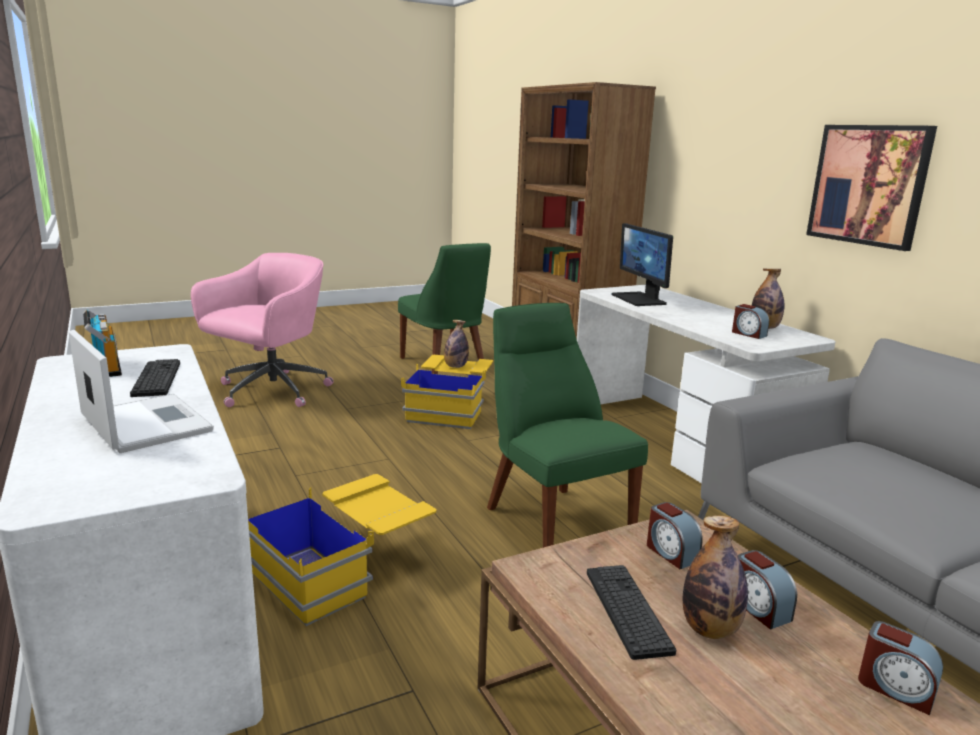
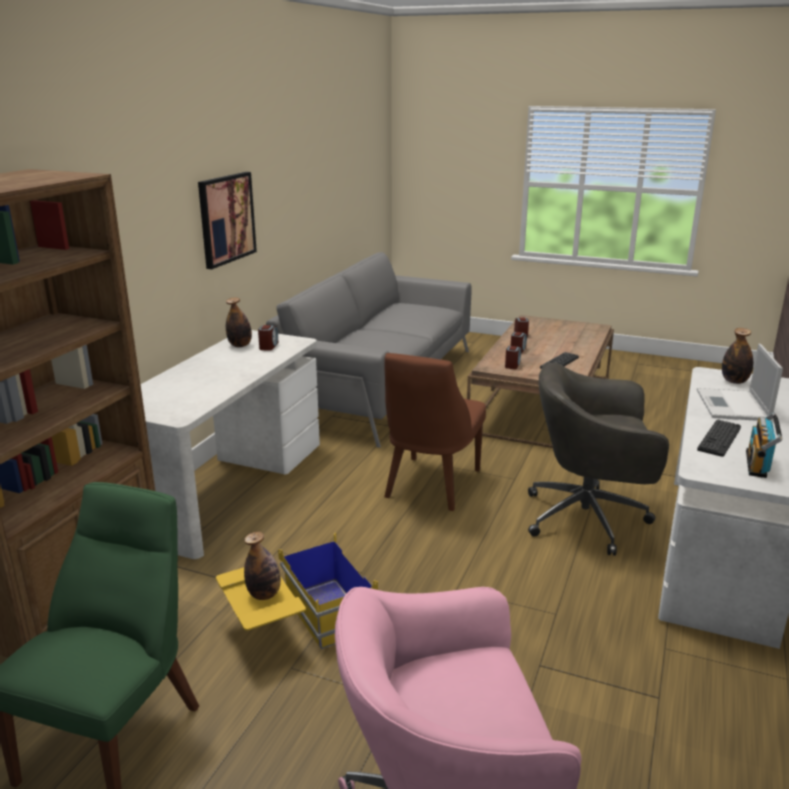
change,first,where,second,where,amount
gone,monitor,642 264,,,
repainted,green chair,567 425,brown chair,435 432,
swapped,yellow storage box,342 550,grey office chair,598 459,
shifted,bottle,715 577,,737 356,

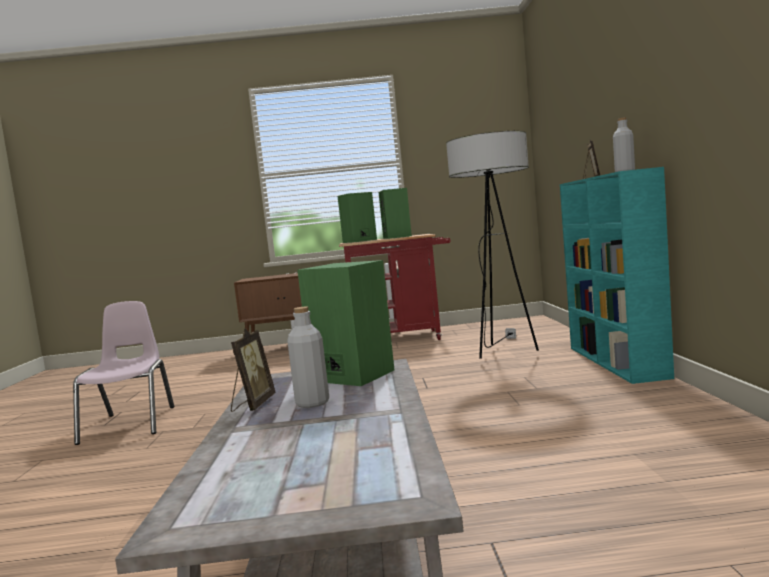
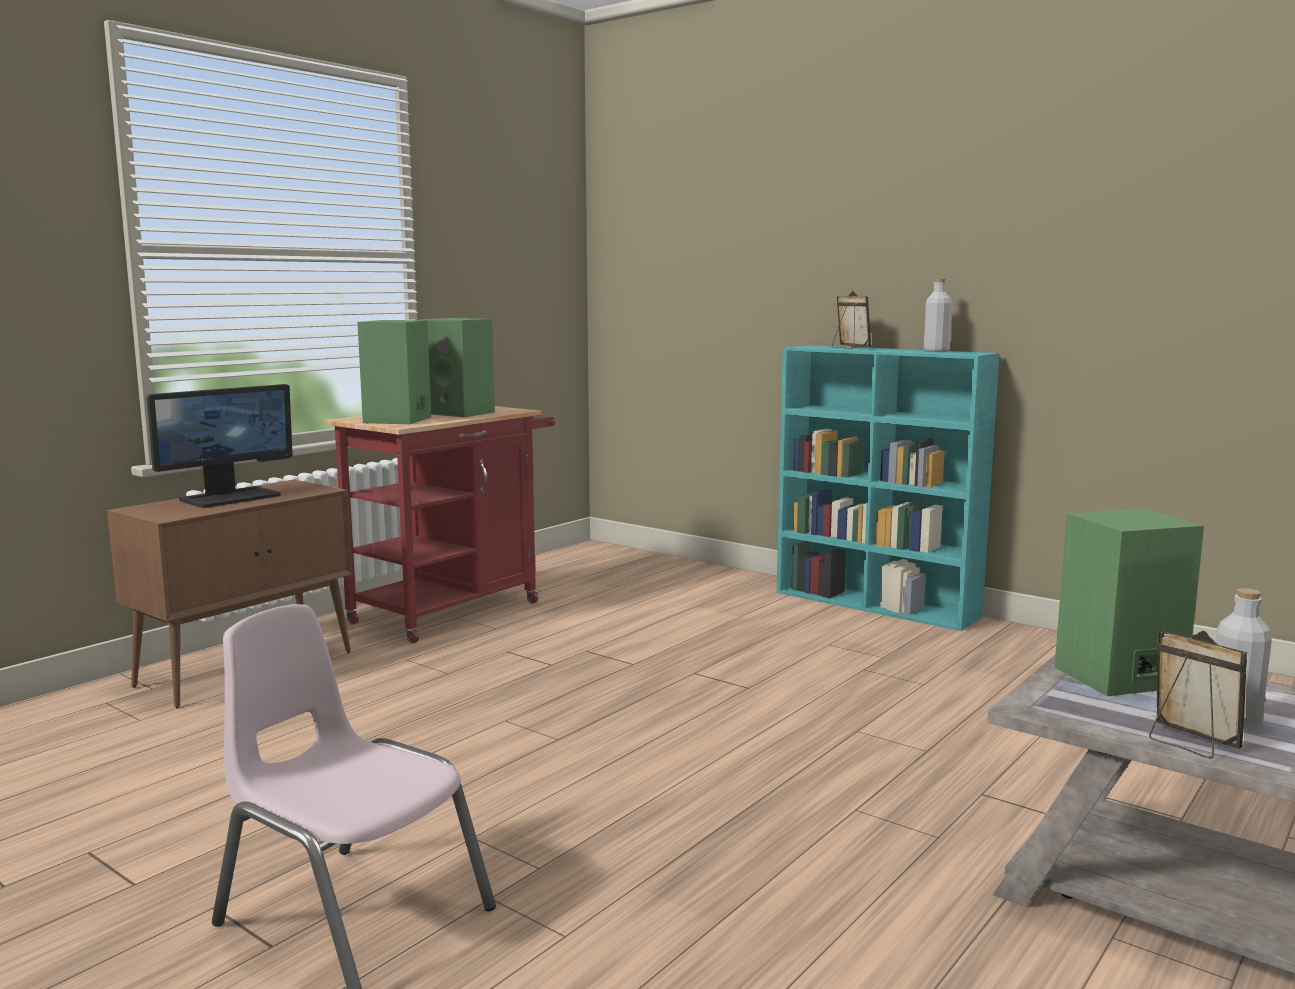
change,first,where,second,where,amount
gone,floor lamp,492 245,,,
new,,,monitor,220 446,

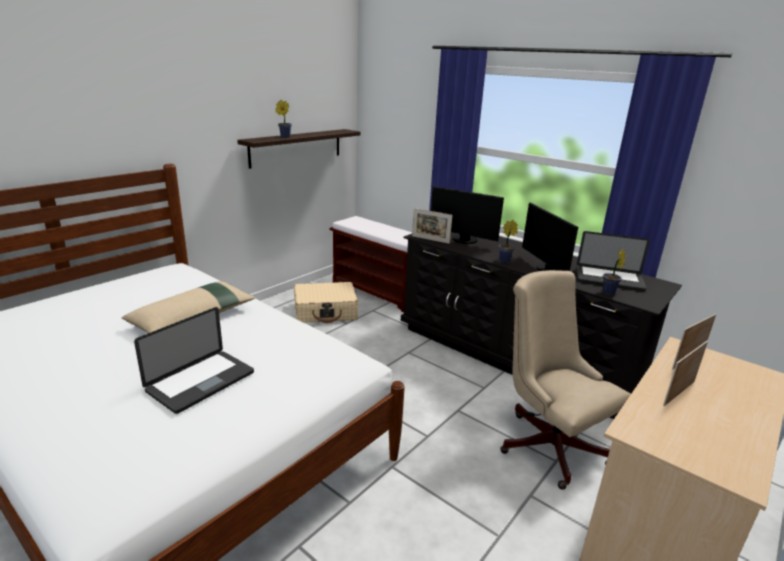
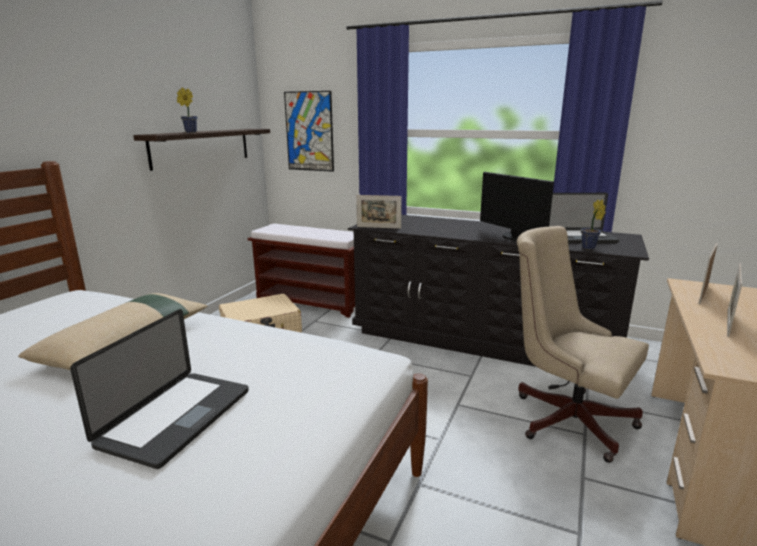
change,first,where,second,where,amount
gone,monitor,467 215,,,
gone,potted plant,508 241,,,
new,,,picture,309 131,

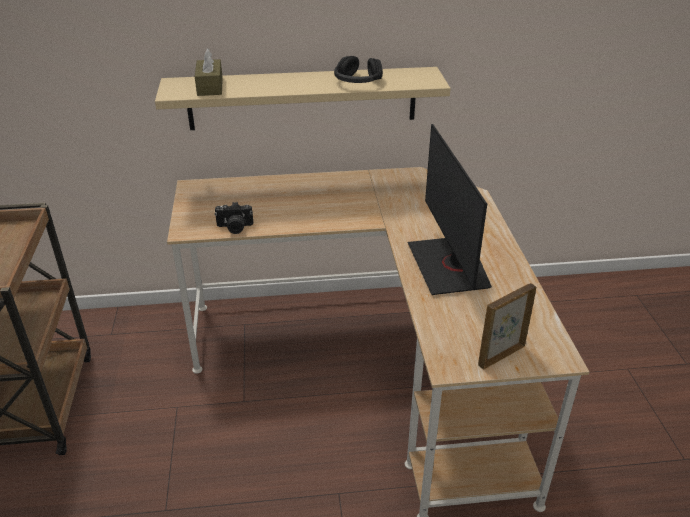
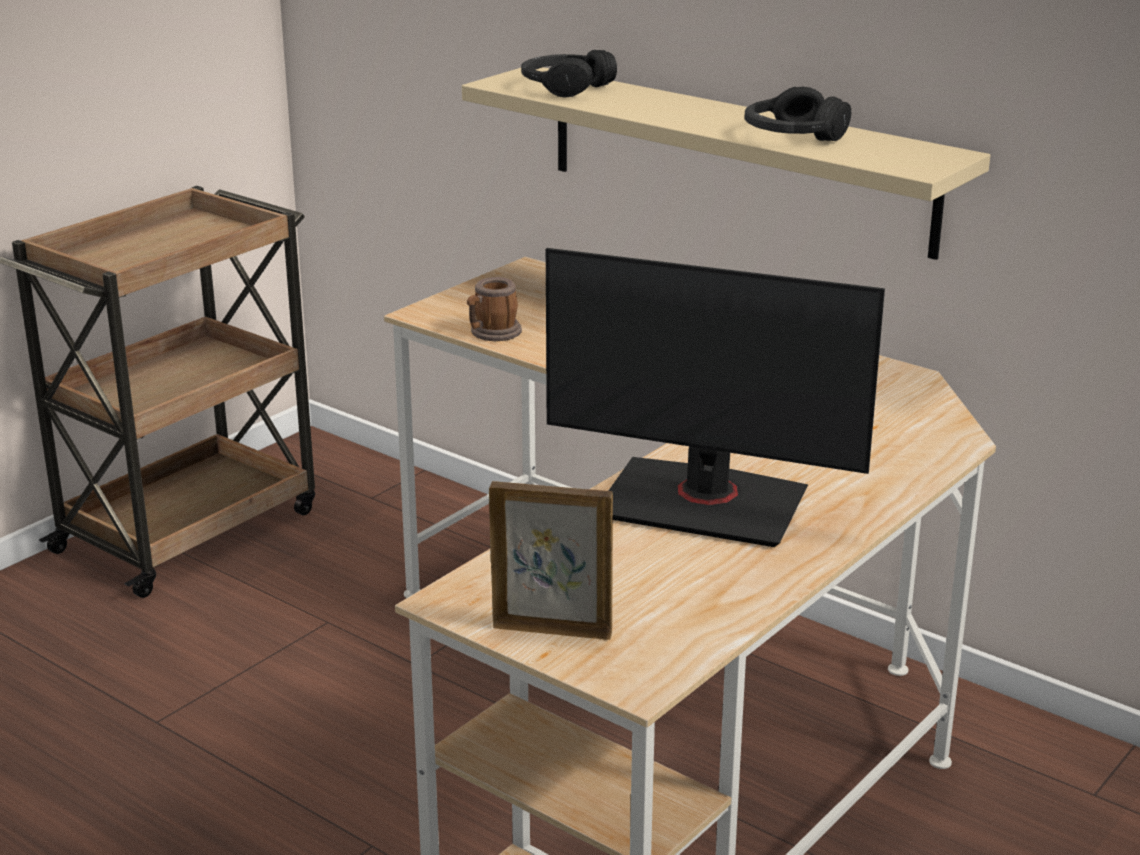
change,first,where,second,where,amount
swapped,brown tissue box,209 72,black headphones,569 73,
rotated,monitor,449 209,,715 397,105 degrees counterclockwise
swapped,photo camera,234 218,mug,494 309,

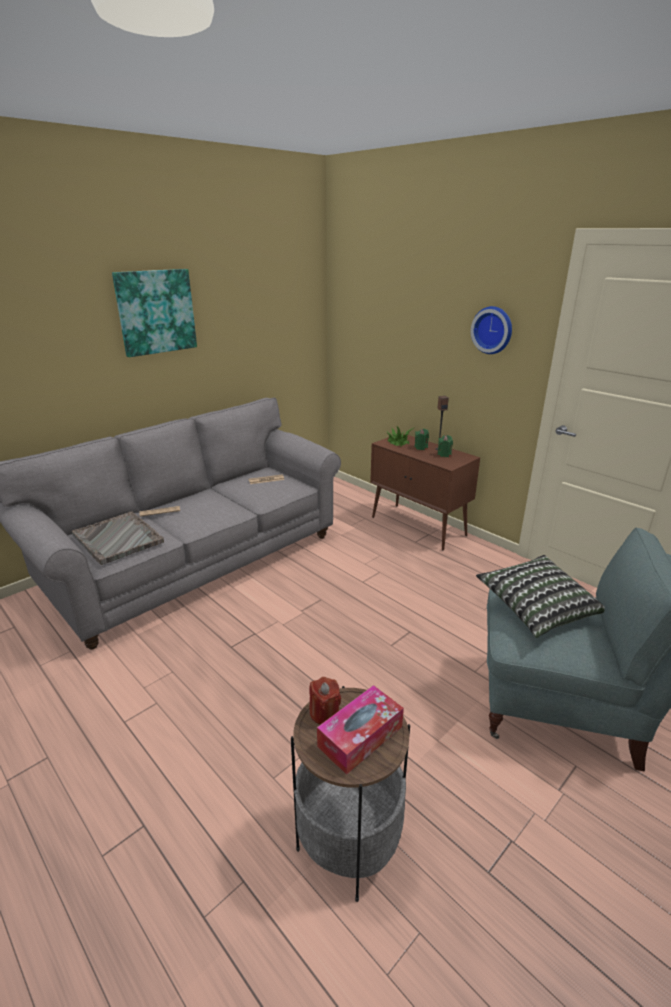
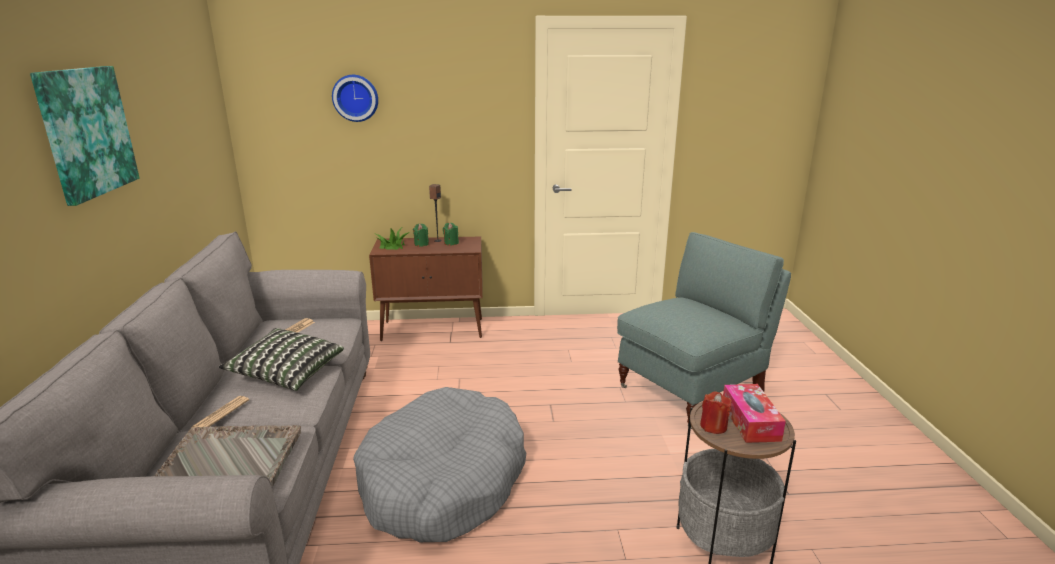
change,first,where,second,where,amount
shifted,wall clock,491 330,,355 98,
shifted,pillow,540 596,,281 359,
new,,,grey dog bed,439 464,

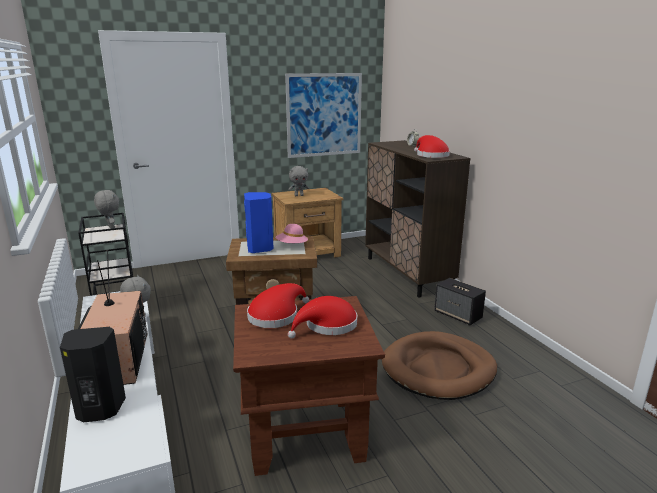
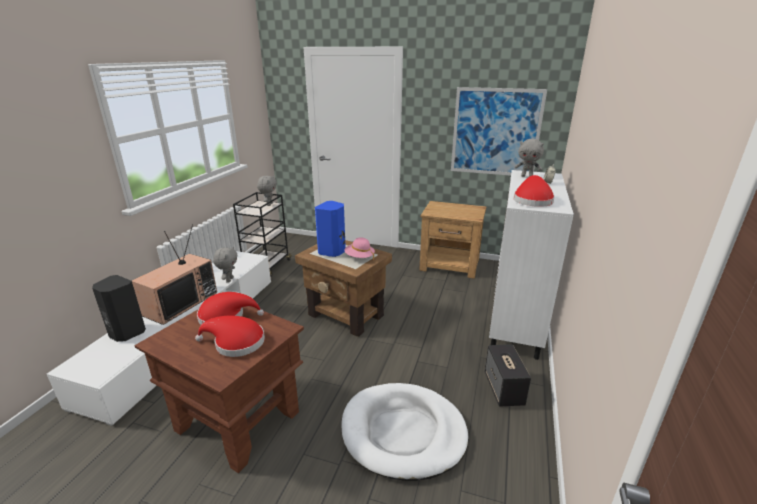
change,first,where,second,where,amount
repainted,brown cabinet,417 218,white cabinet,531 265,
shifted,grey plush toy,298 181,,529 158,
repainted,brown dog bed,439 365,white dog bed,405 432,

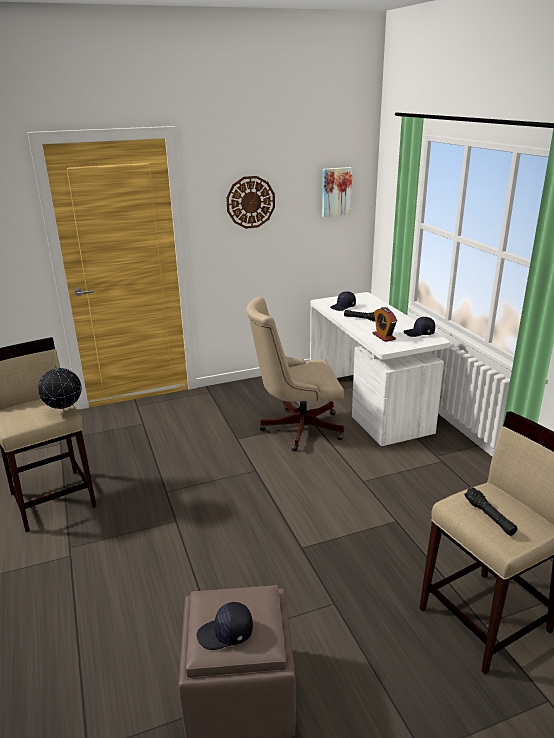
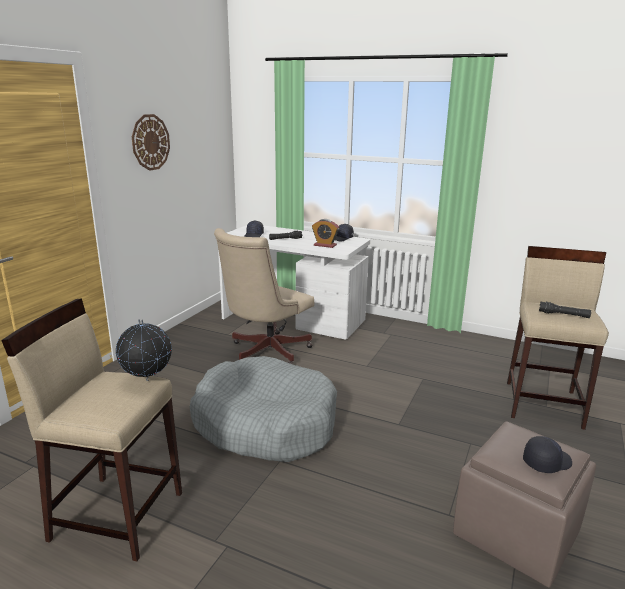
change,first,where,second,where,amount
gone,picture,337 192,,,
rotated,black cap,225 626,,547 454,150 degrees counterclockwise
new,,,grey dog bed,263 409,

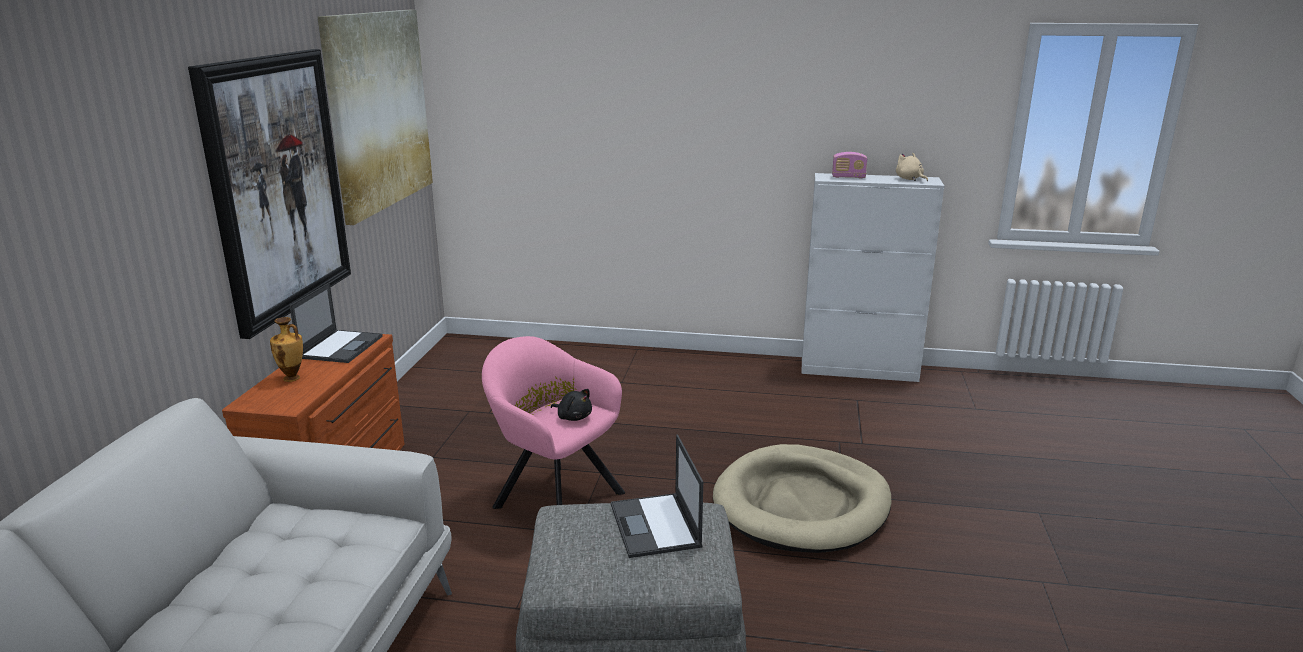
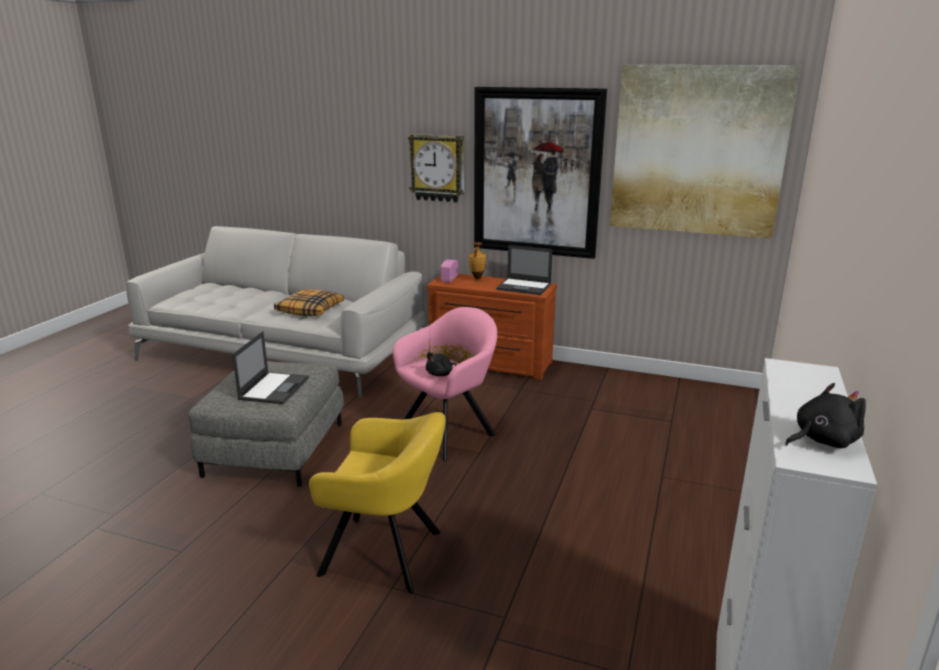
change,first,where,second,where,amount
shifted,radio,849 165,,449 271,
repainted,beige plush toy,912 167,black plush toy,825 415,
rotated,laptop,657 496,,270 367,105 degrees clockwise
swapped,beige dog bed,802 498,yellow armchair,377 503,
new,,,wall clock,436 168,
new,,,pillow,309 302,

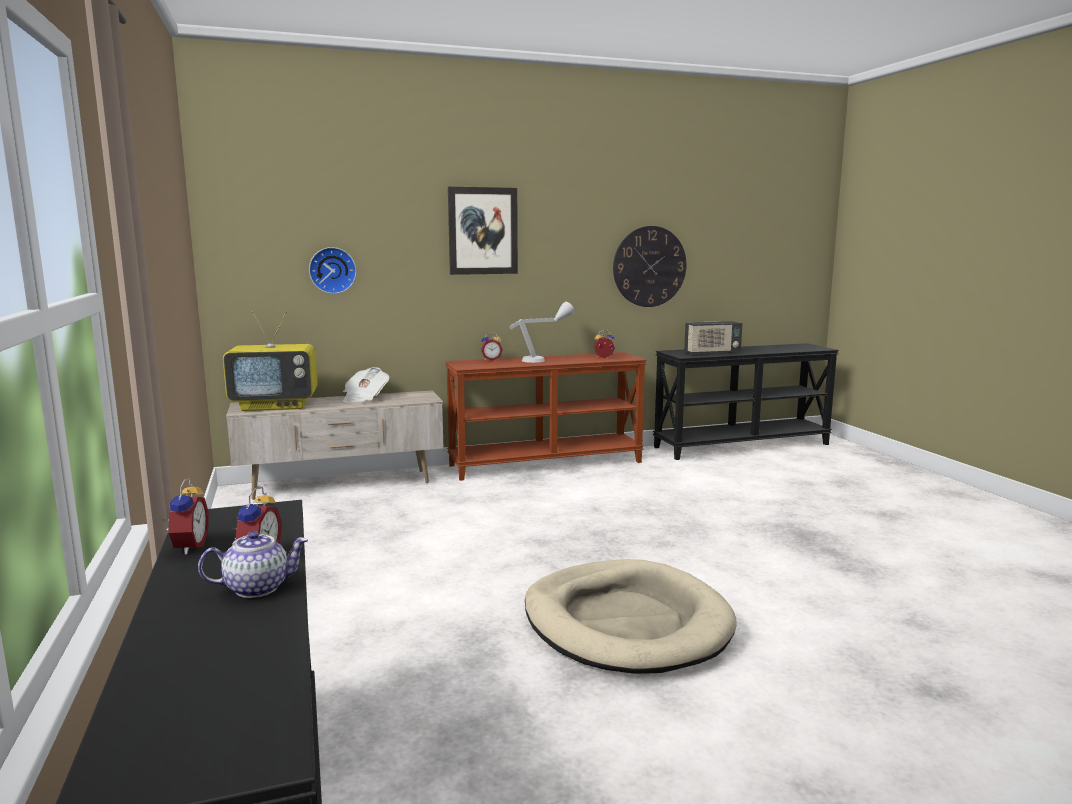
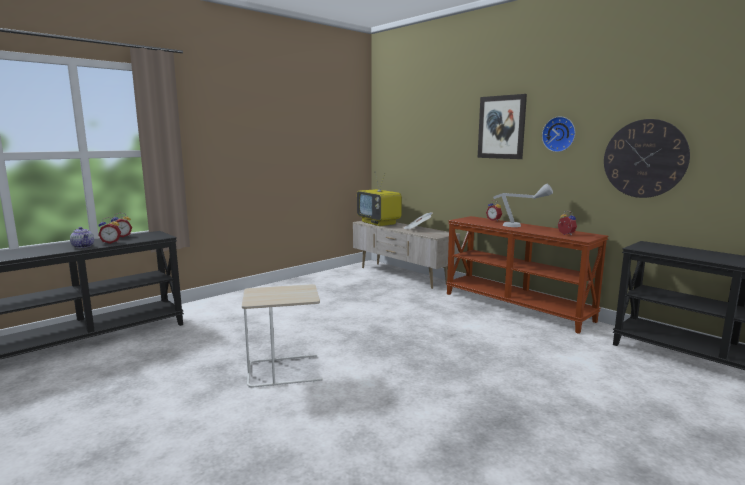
change,first,where,second,where,amount
shifted,wall clock,333 270,,558 134,
gone,radio,713 338,,,
swapped,beige dog bed,631 616,beige side table,282 336,

